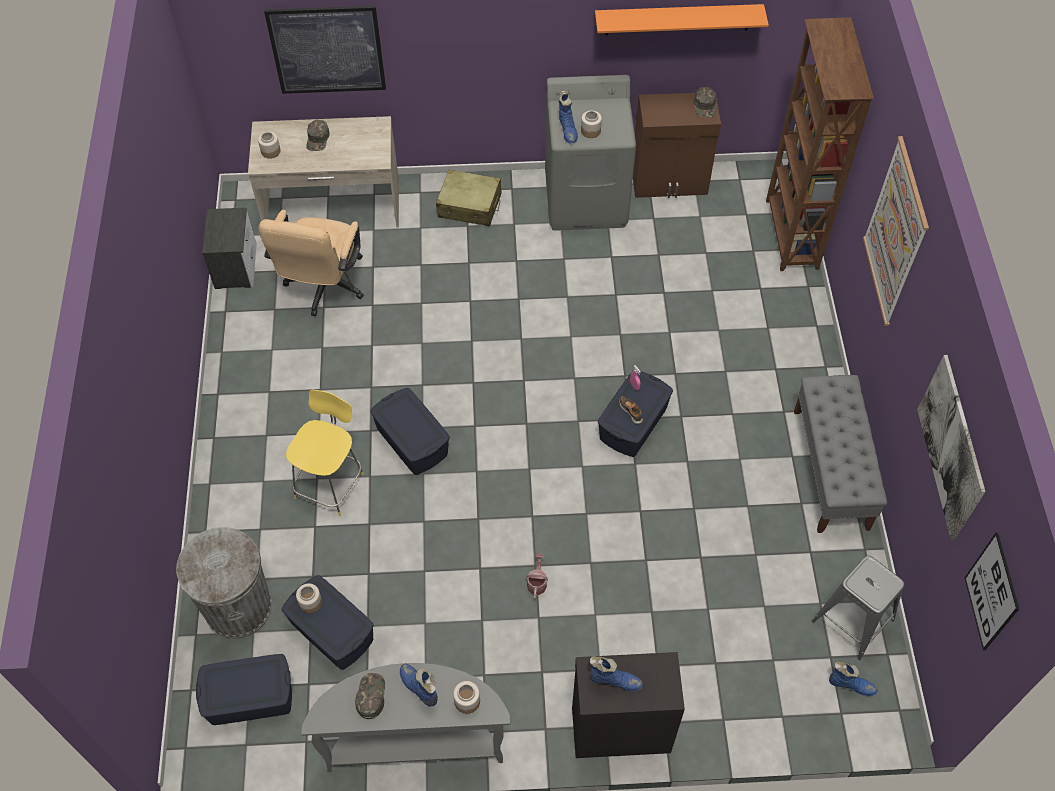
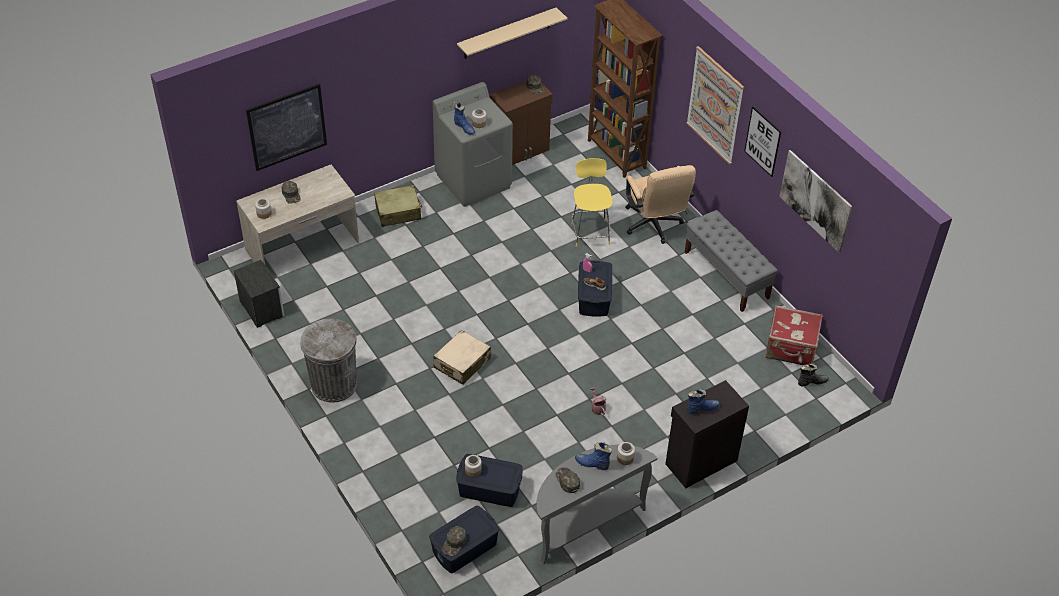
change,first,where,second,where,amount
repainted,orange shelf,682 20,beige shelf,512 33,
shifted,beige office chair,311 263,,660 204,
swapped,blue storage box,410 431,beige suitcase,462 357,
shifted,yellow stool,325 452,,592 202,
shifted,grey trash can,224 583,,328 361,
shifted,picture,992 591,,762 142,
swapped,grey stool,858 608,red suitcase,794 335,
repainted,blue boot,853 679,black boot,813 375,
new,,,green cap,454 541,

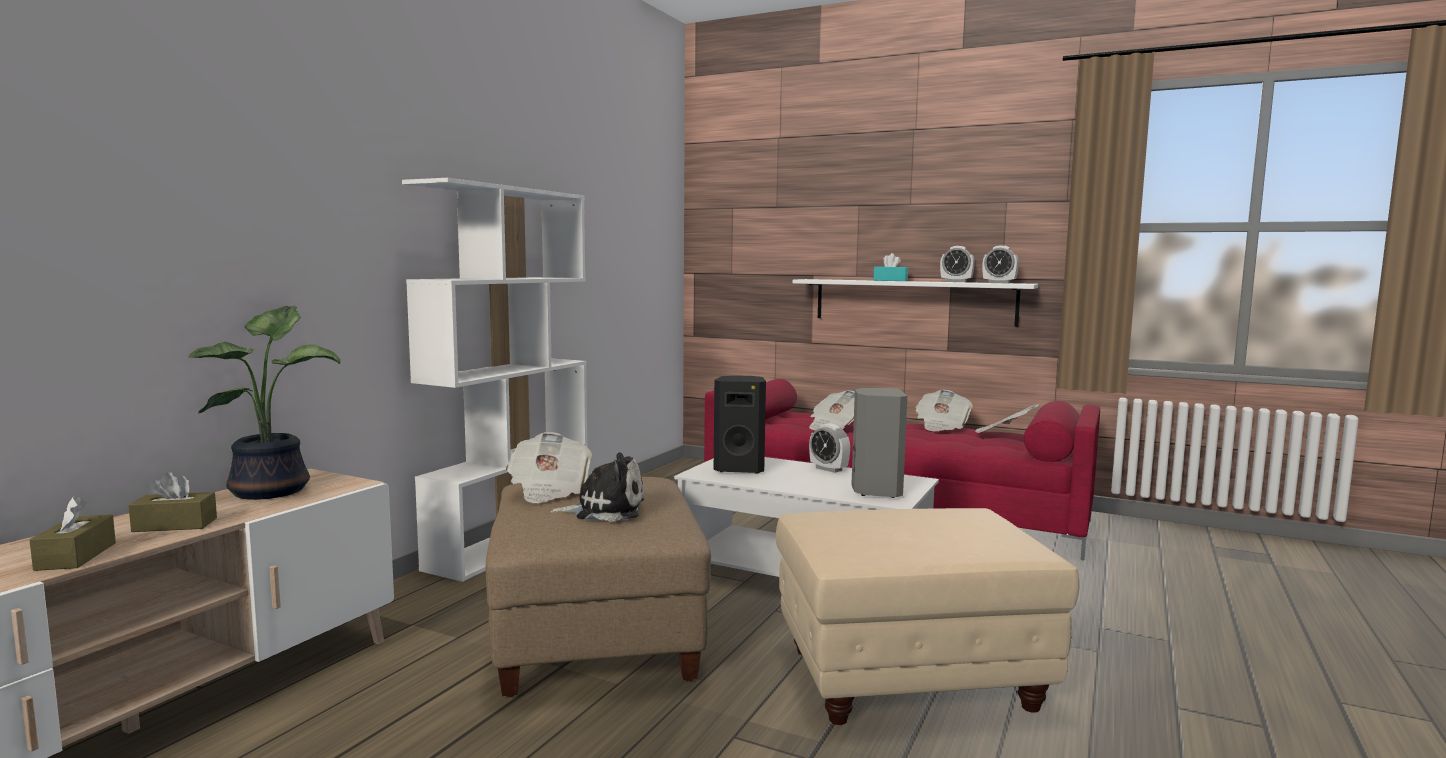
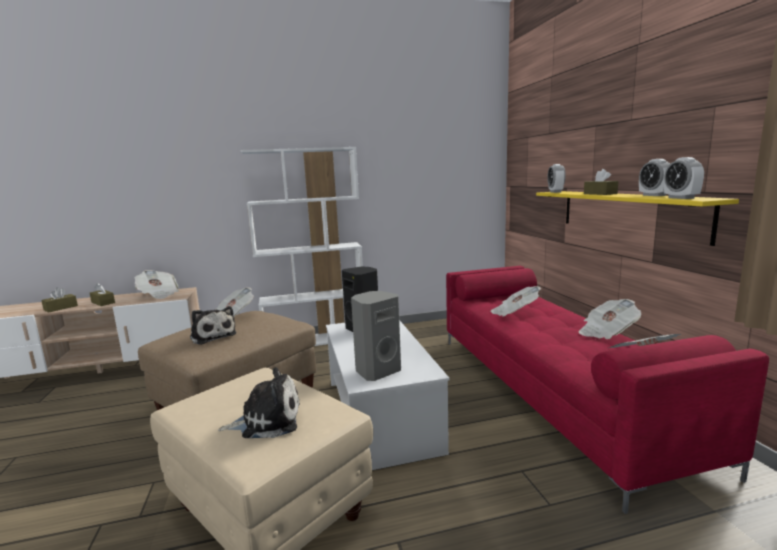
change,first,where,second,where,amount
repainted,turquoise tissue box,891 267,brown tissue box,601 182,
repainted,white shelf,915 303,yellow shelf,637 218,
swapped,potted plant,264 402,newspaper,157 284,
shifted,alarm clock,829 448,,556 178,
new,,,plush toy,259 402,

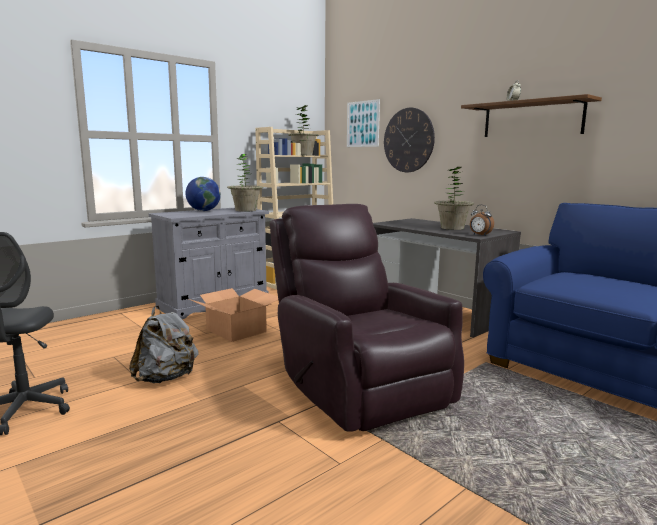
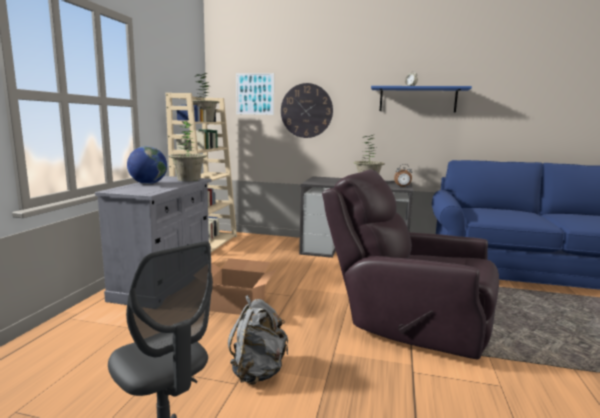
change,first,where,second,where,amount
repainted,brown shelf,531 115,blue shelf,421 99,

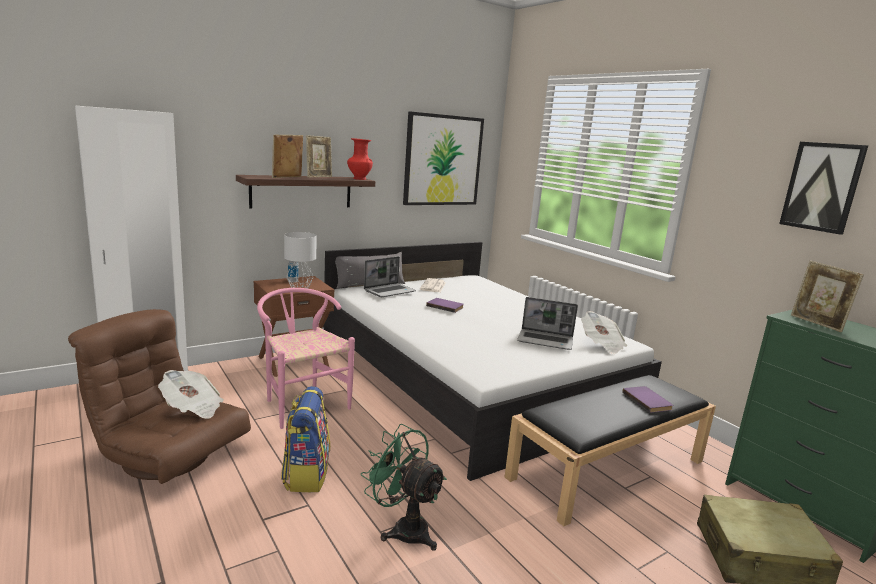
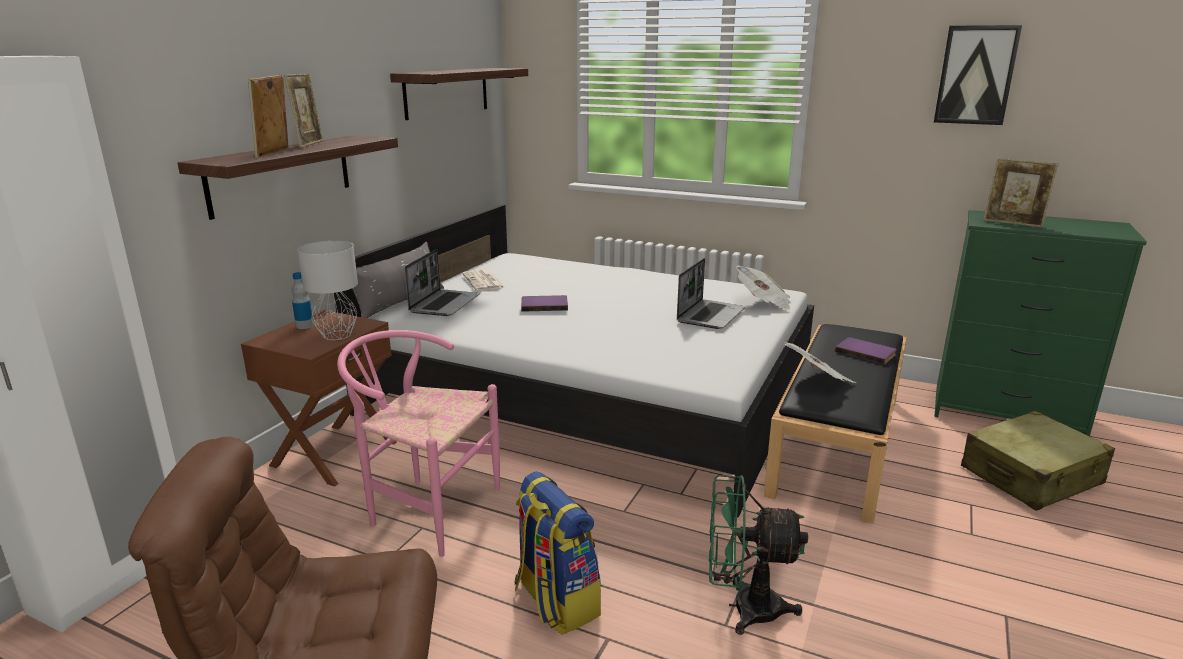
change,first,where,second,where,amount
swapped,picture,443 158,shelf,459 94,
gone,red vase,360 159,,,
rotated,laptop,547 323,,711 293,45 degrees counterclockwise
shifted,newspaper,191 394,,820 362,

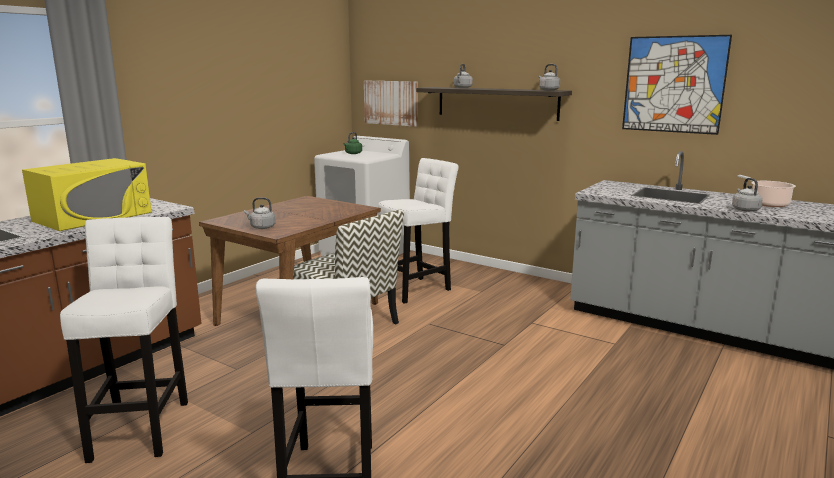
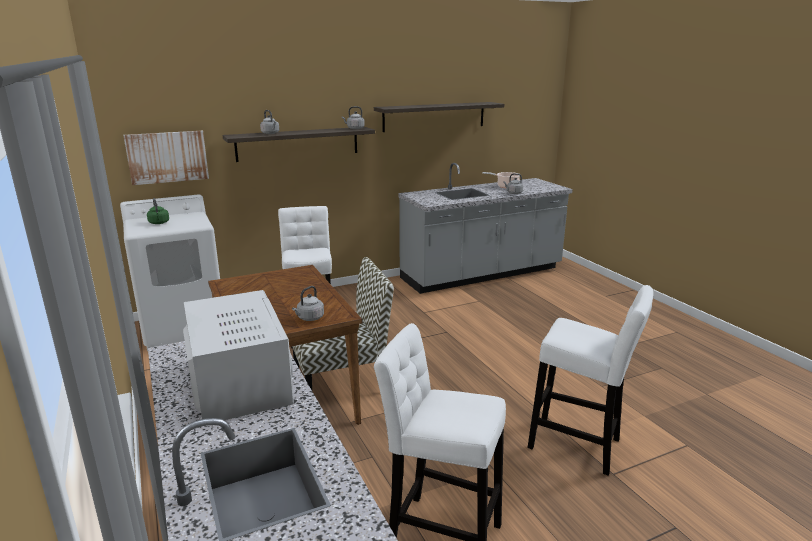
change,first,where,second,where,amount
swapped,picture,677 85,shelf,439 117,
repainted,yellow microwave,87 194,white microwave,238 355,

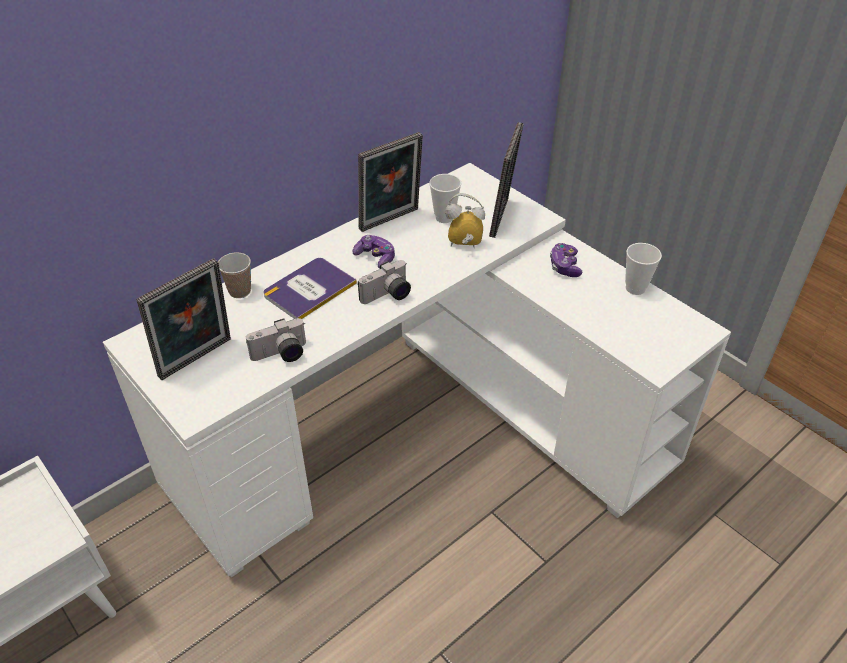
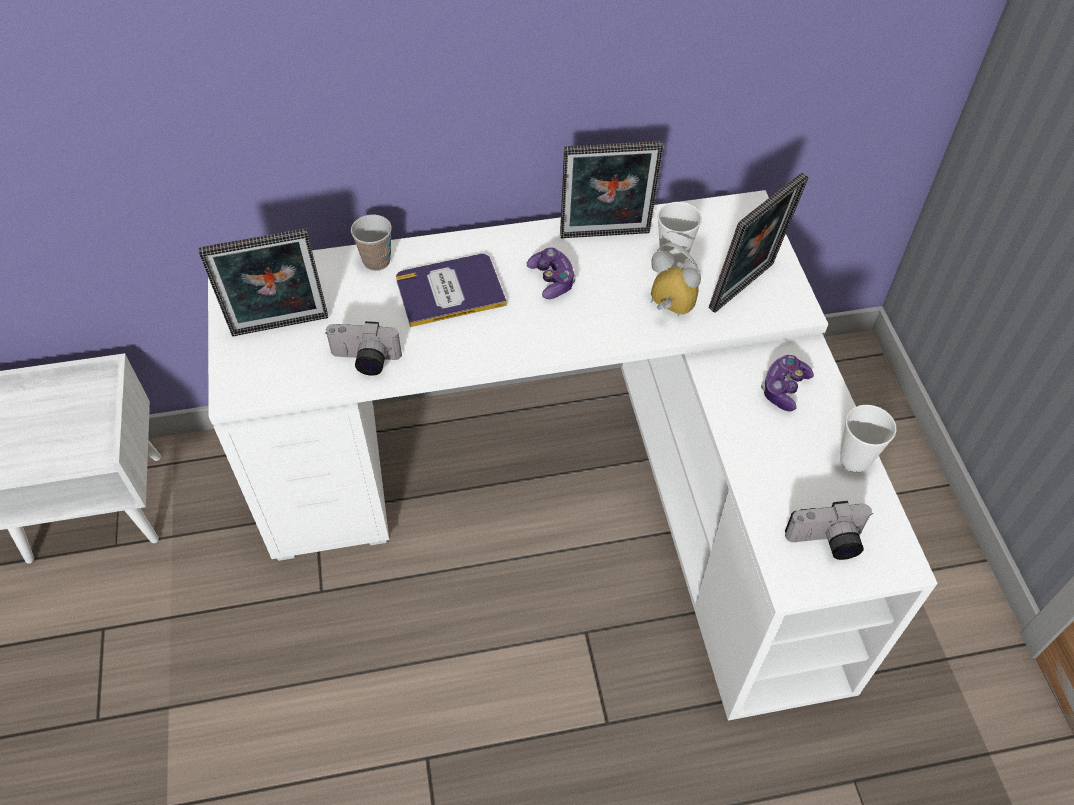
change,first,where,second,where,amount
shifted,photo camera,384 282,,829 530,

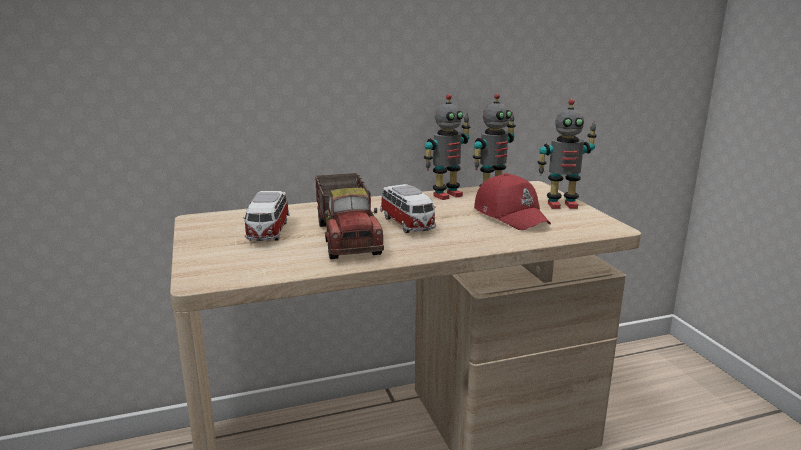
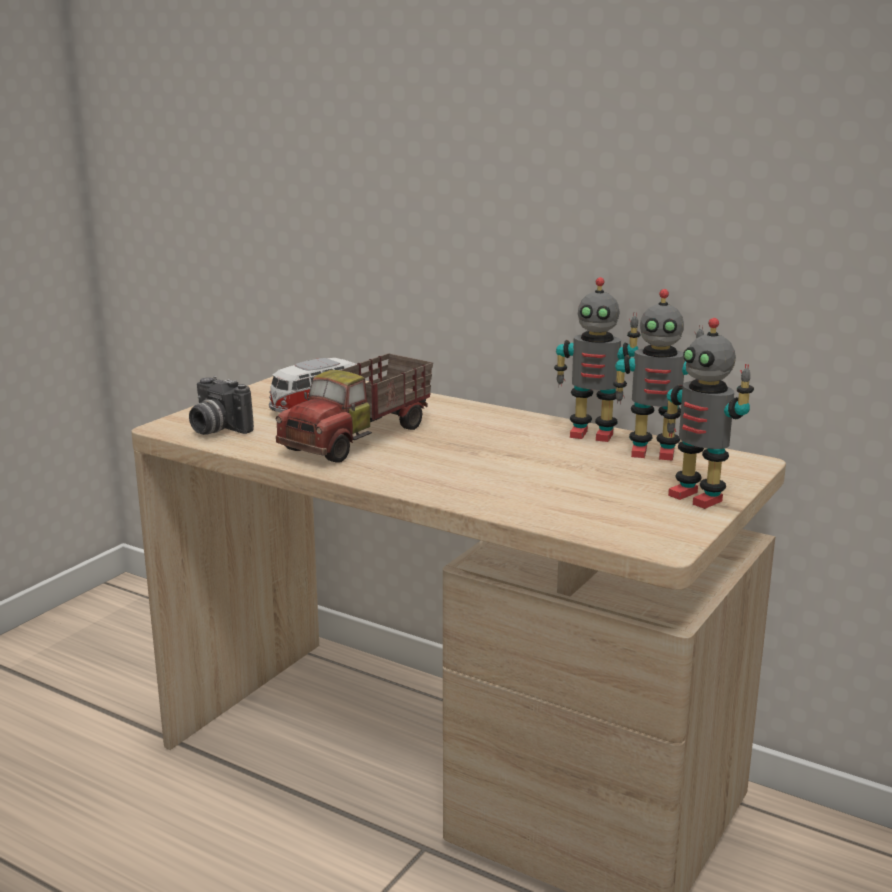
change,first,where,second,where,amount
gone,red cap,512 201,,,
gone,toy car,408 208,,,
new,,,photo camera,221 405,

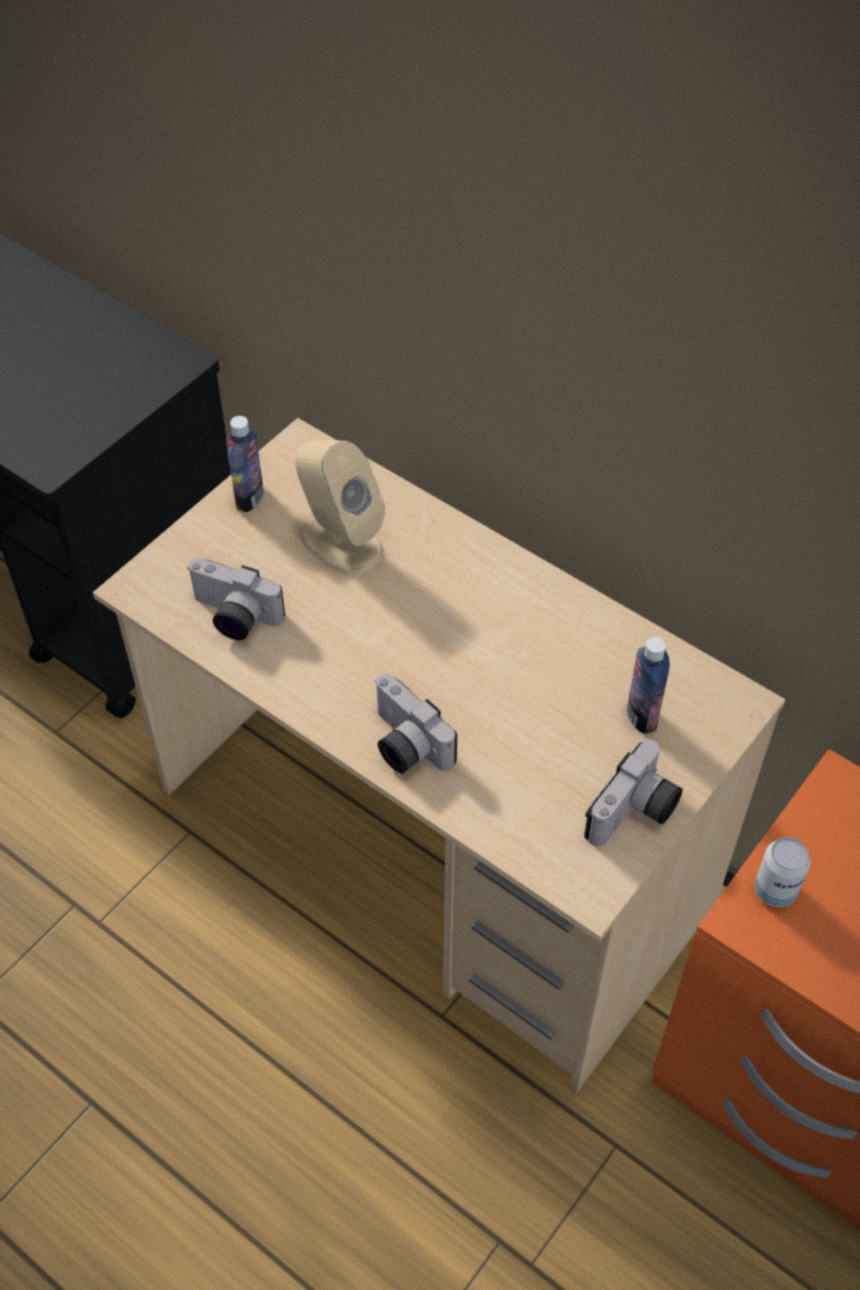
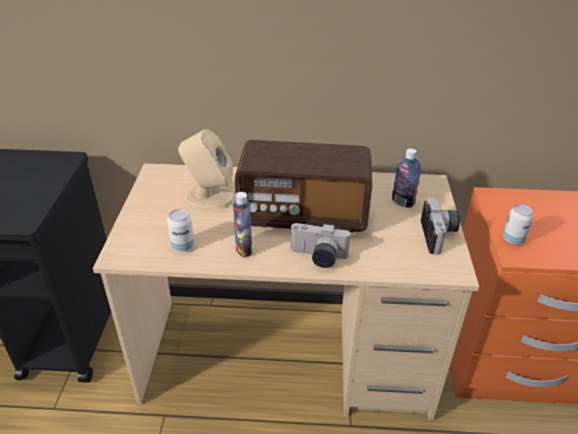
change,first,where,second,where,amount
shifted,bottle,245 464,,242 224,
swapped,photo camera,236 599,can,180 230,
new,,,radio,303 186,

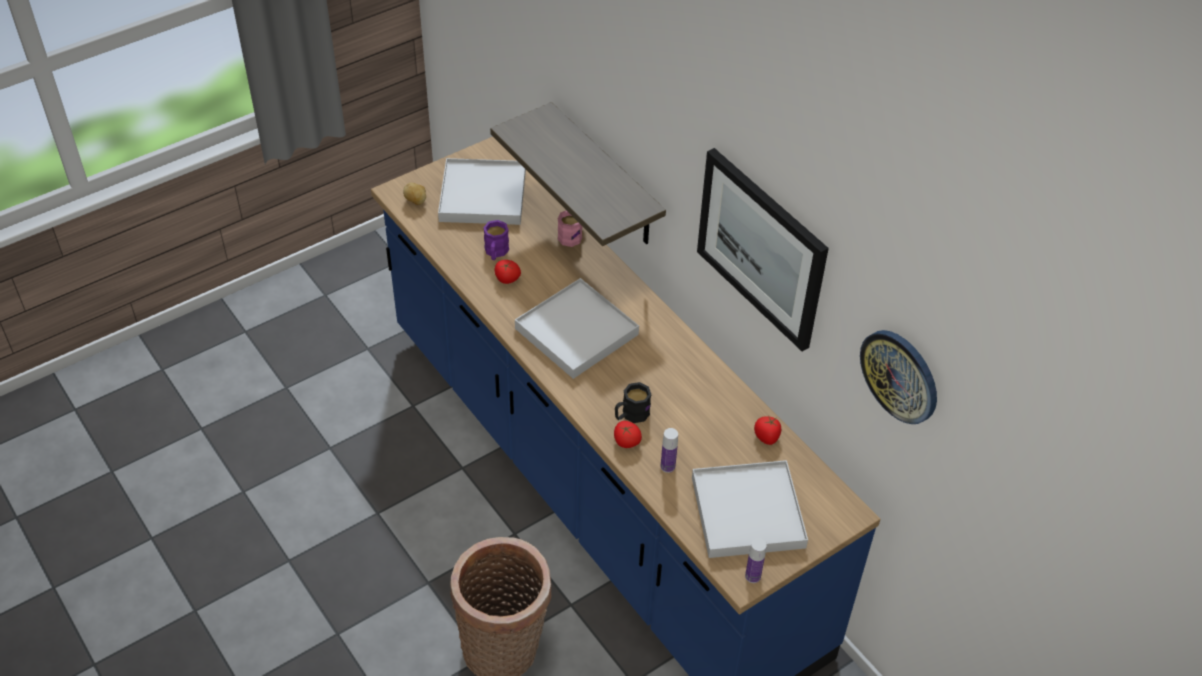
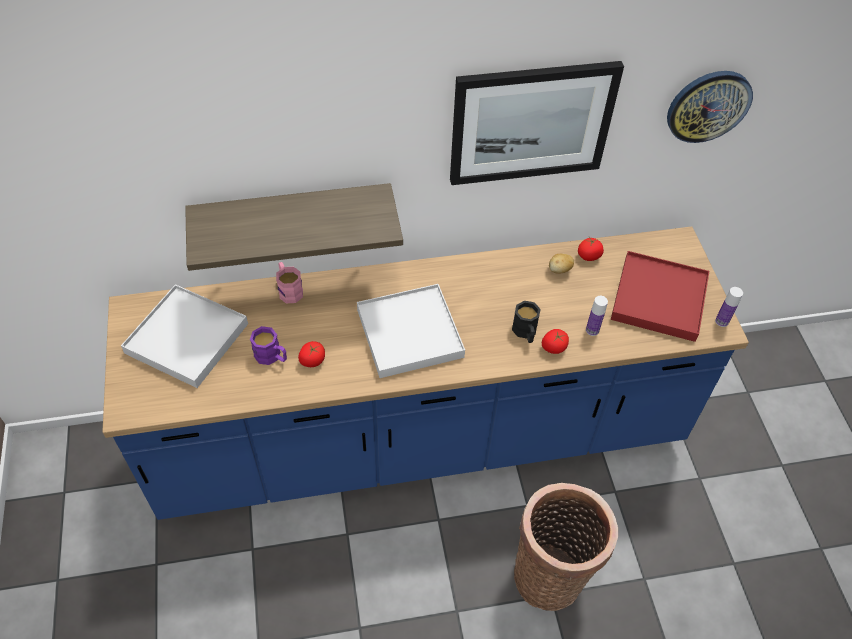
change,first,where,second,where,amount
shifted,potato,414 194,,561 264,
repainted,white tray,750 509,red tray,660 296,

